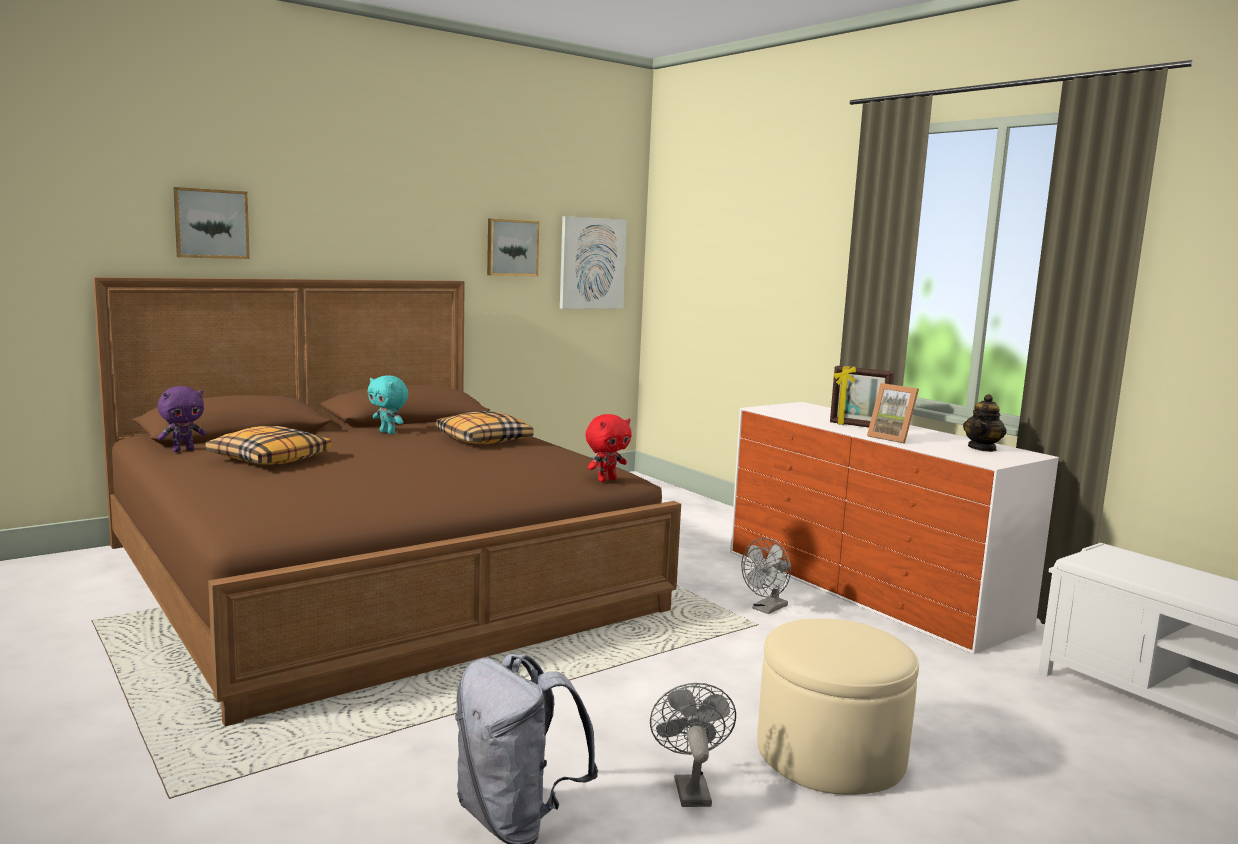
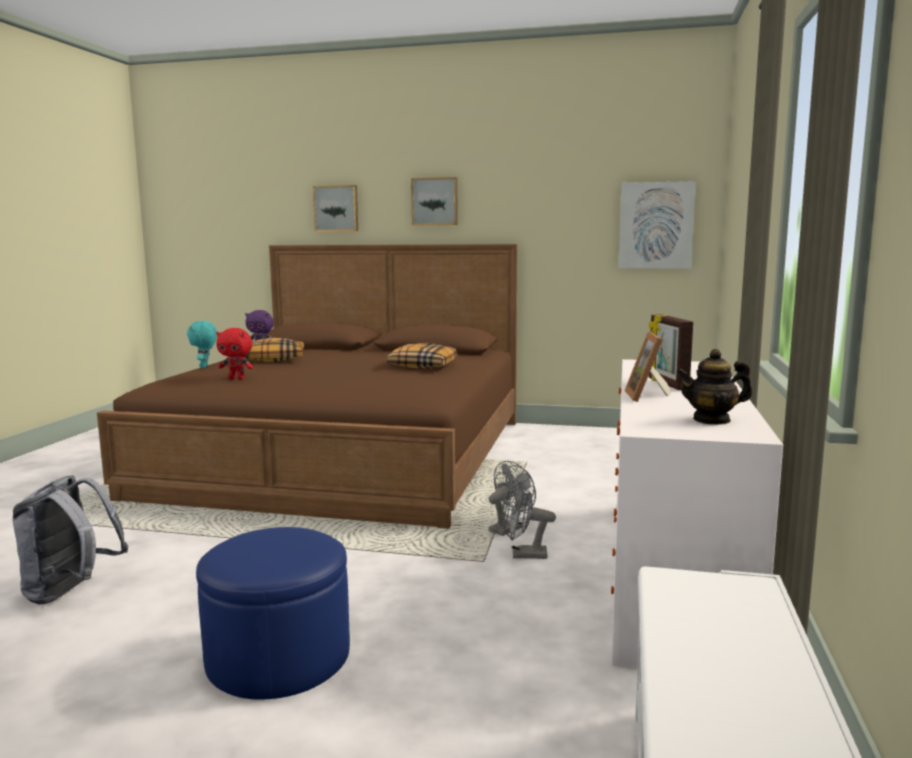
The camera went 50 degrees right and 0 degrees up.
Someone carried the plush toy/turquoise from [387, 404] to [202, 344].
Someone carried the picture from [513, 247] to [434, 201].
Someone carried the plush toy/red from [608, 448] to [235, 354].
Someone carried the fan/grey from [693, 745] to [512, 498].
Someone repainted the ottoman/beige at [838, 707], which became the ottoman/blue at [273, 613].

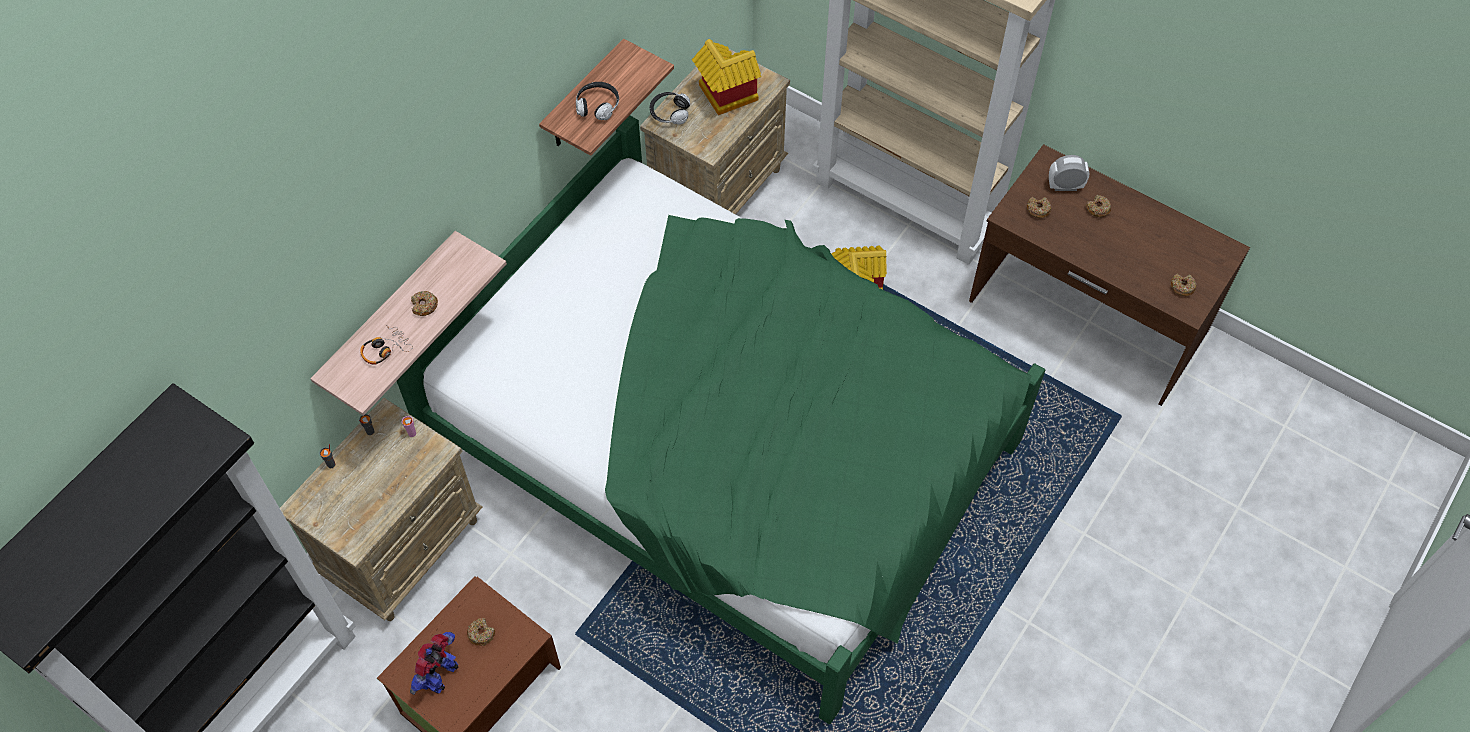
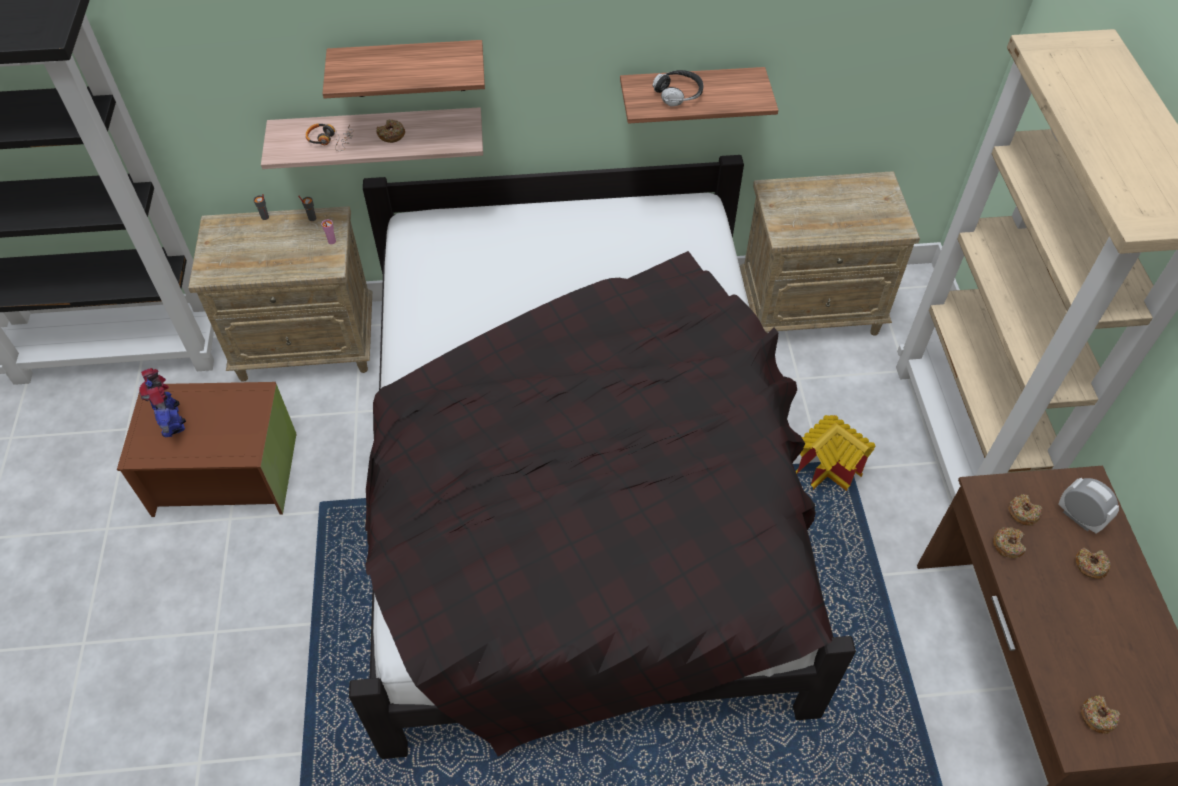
The camera went 50 degrees right and 5 degrees down.
Someone repainted the bed/green at [721, 419], which became the bed/black at [602, 457].
Someone rotated the toy robot at [434, 663] by 105 degrees counterclockwise.
Someone carried the donut from [481, 632] to [1009, 542].
Someone took away the headphones at [670, 108].
Someone took away the toy house at [726, 77].
Someone put up the shelf at [403, 69].

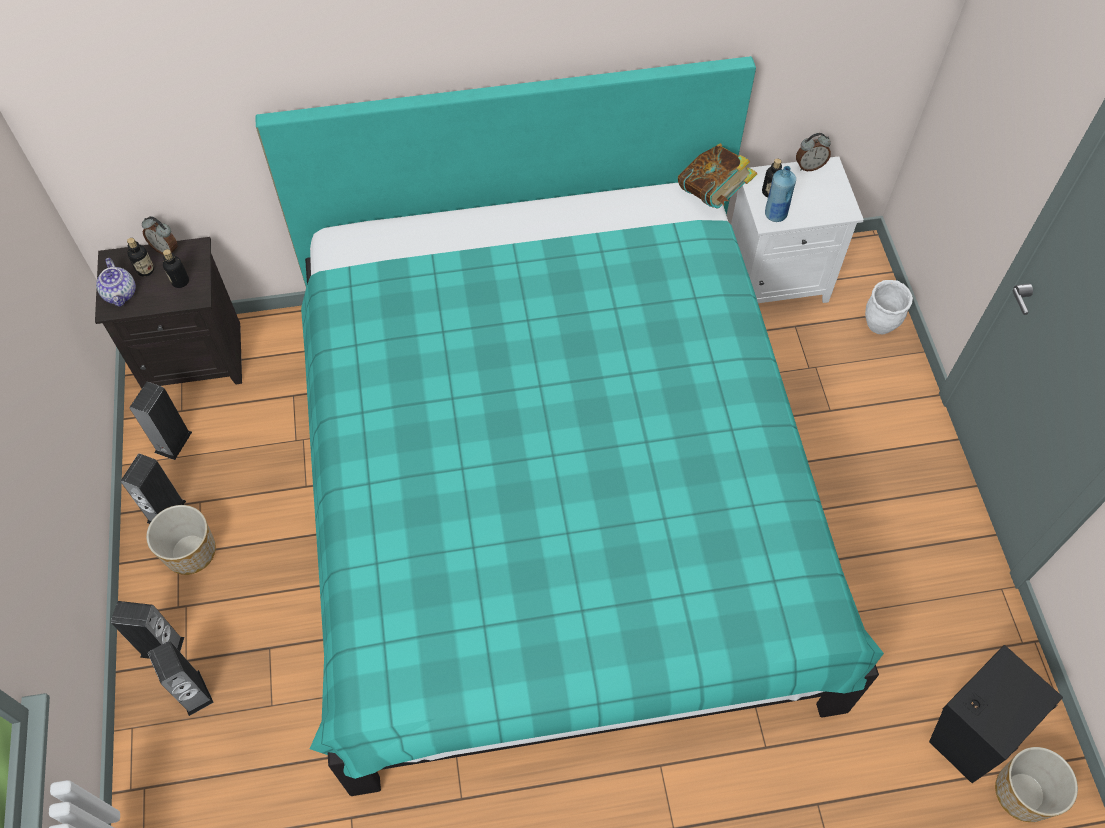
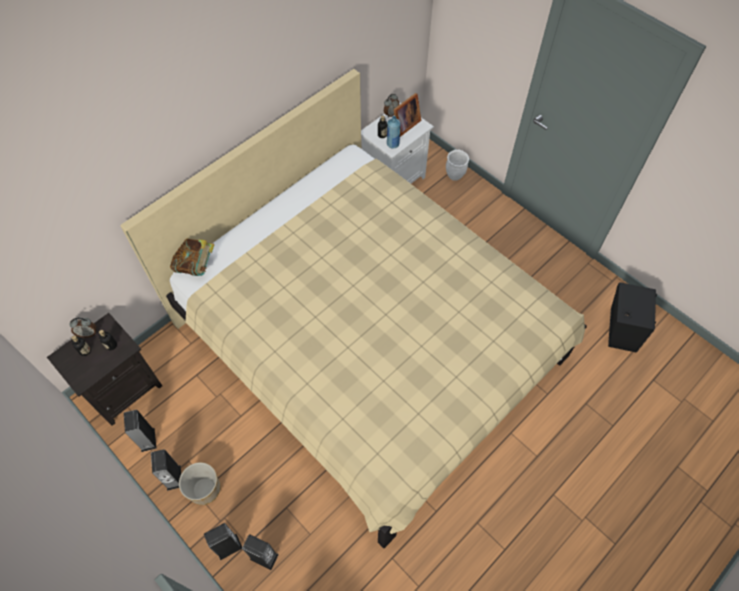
The camera went 35 degrees left and 0 degrees up.
Someone took away the teapot at [116, 282].
Someone repainted the bed/turquoise at [569, 426], which became the bed/beige at [354, 308].
Someone carried the book from [717, 176] to [192, 257].
Someone took away the planter at [1036, 784].
Someone put down the picture frame at [407, 115].

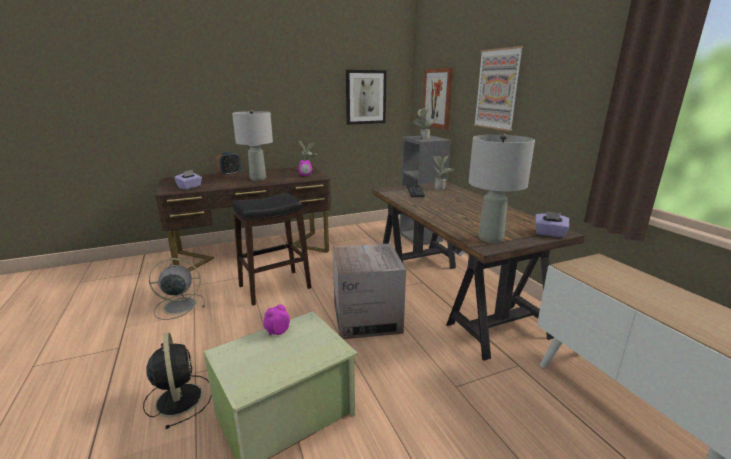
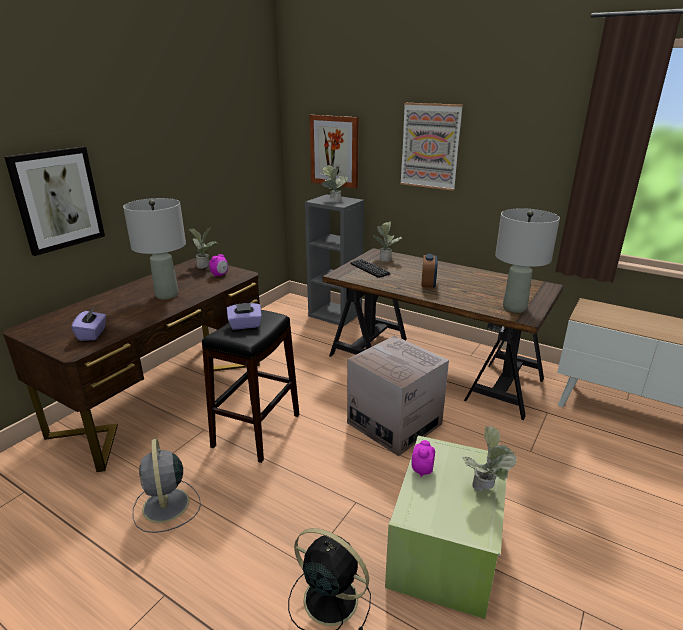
The camera went 35 degrees left and 5 degrees up.
Someone rotated the fan/grey at [177, 289] by 60 degrees counterclockwise.
Someone carried the alarm clock from [228, 164] to [429, 271].
Someone carried the picture from [366, 97] to [54, 201].
Someone carried the tissue box/purple from [552, 224] to [244, 316].
Someone put down the potted plant at [490, 459].

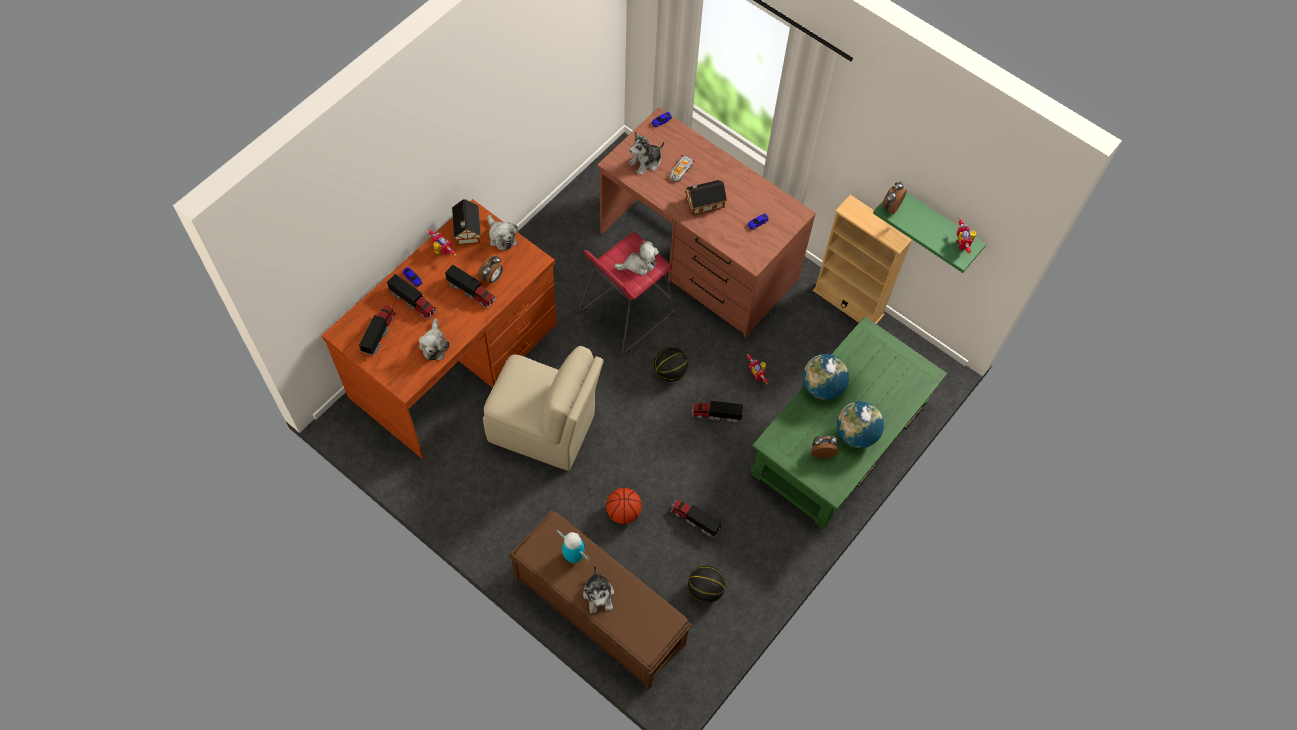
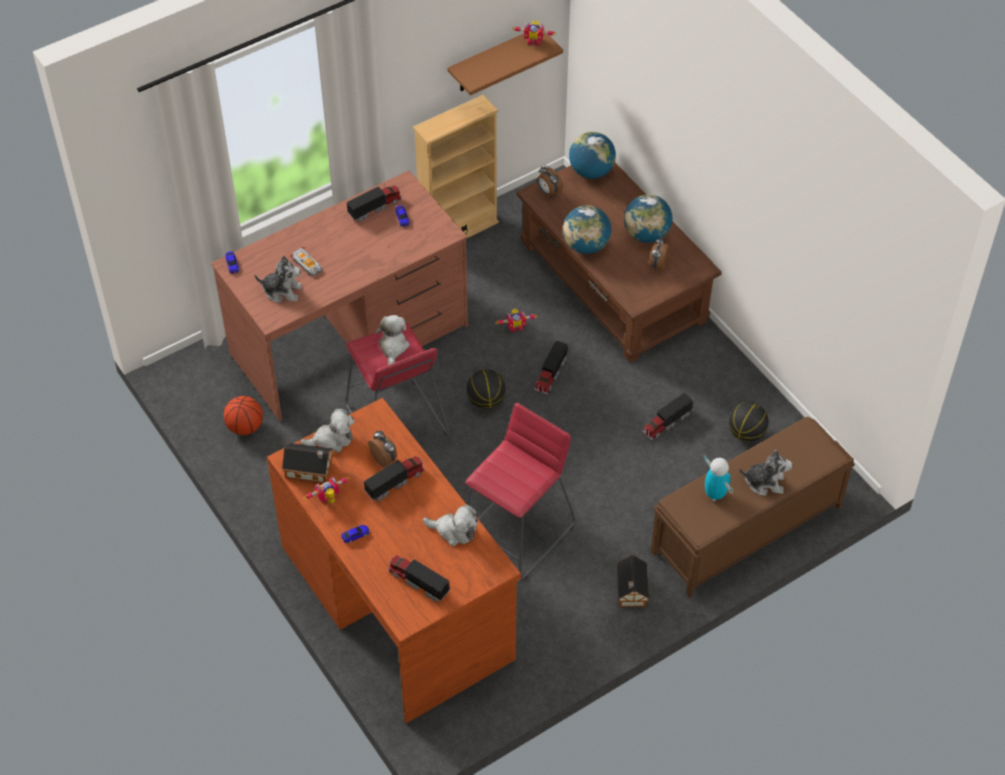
The camera went 70 degrees left and 10 degrees down.
Someone carried the toy truck from [412, 297] to [374, 203].
Someone swapped the chair/beige at [543, 408] for the stool/red at [520, 491].
Someone rotated the toy robot at [573, 546] by 90 degrees clockwise.
Someone carried the basketball from [624, 506] to [243, 415].
Someone rotated the plush toy at [647, 153] by 60 degrees counterclockwise.
Someone carried the toy house from [706, 197] to [632, 581].
Someone repainted the coffee table/green at [848, 423], which became the coffee table/brown at [619, 263].
Someone repainted the shelf/green at [929, 230], which became the shelf/brown at [505, 60].
Someone carried the alarm clock from [895, 198] to [550, 180].
Someone put down the globe at [592, 155].

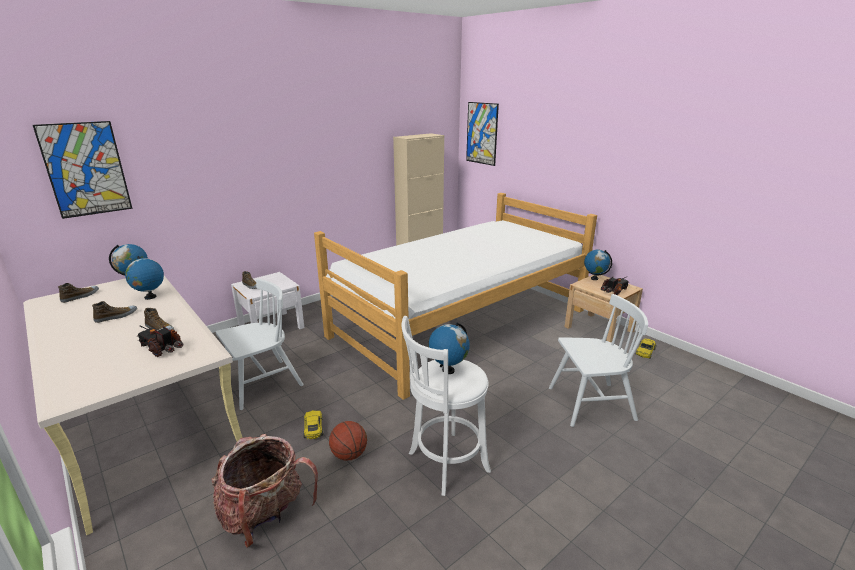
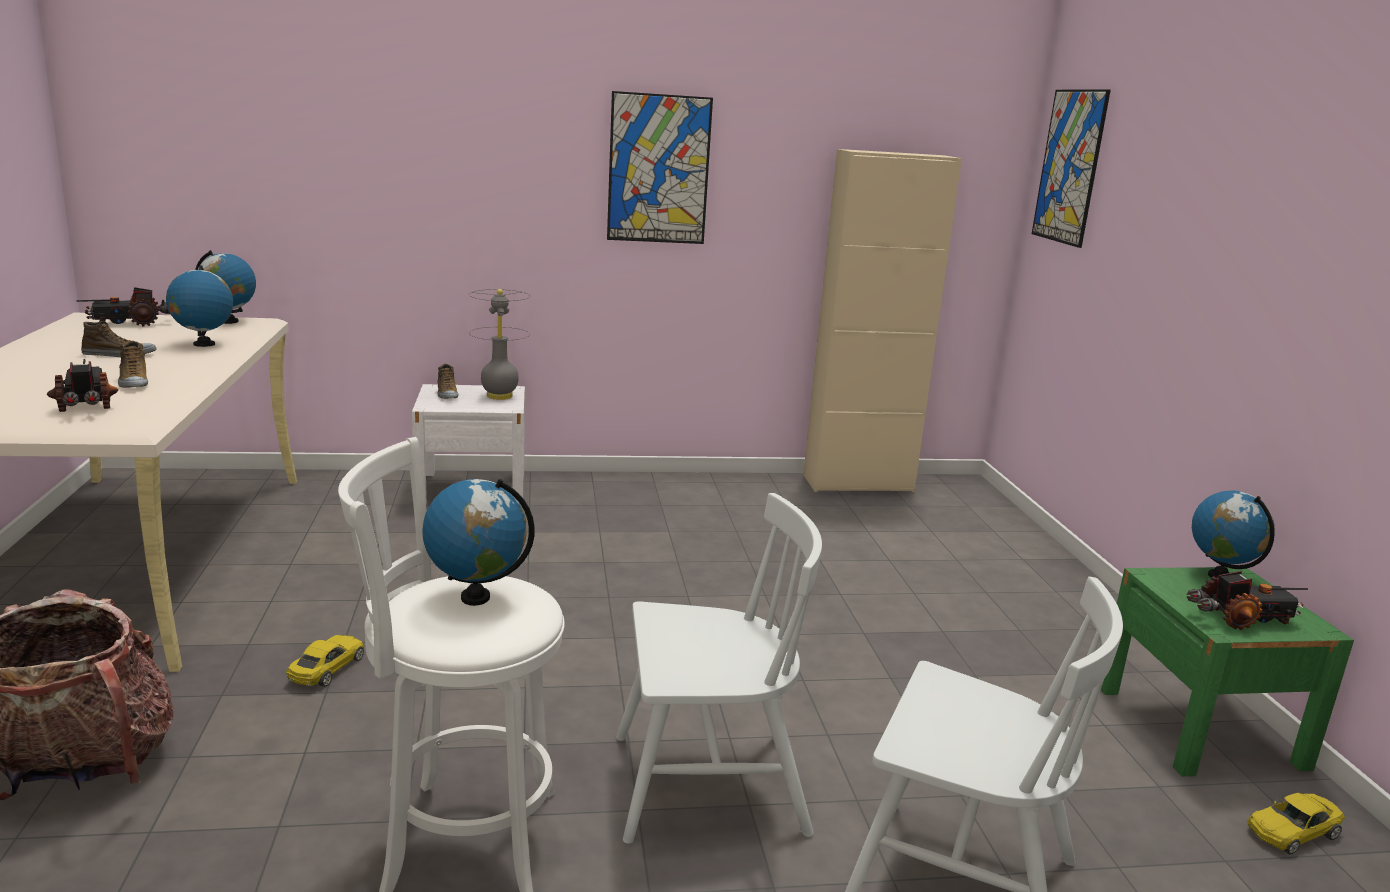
The camera went 30 degrees right and 5 degrees down.
Someone carried the picture from [83, 170] to [660, 167].
Someone swapped the shoe at [78, 293] for the toy truck at [123, 306].
Someone carried the chair/white from [260, 344] to [719, 668].
Someone took away the bed at [455, 296].
Someone took away the basketball at [348, 441].
Someone repainted the nightstand/beige at [603, 309], which became the nightstand/green at [1227, 672].
Someone put down the table lamp/grey at [499, 344].

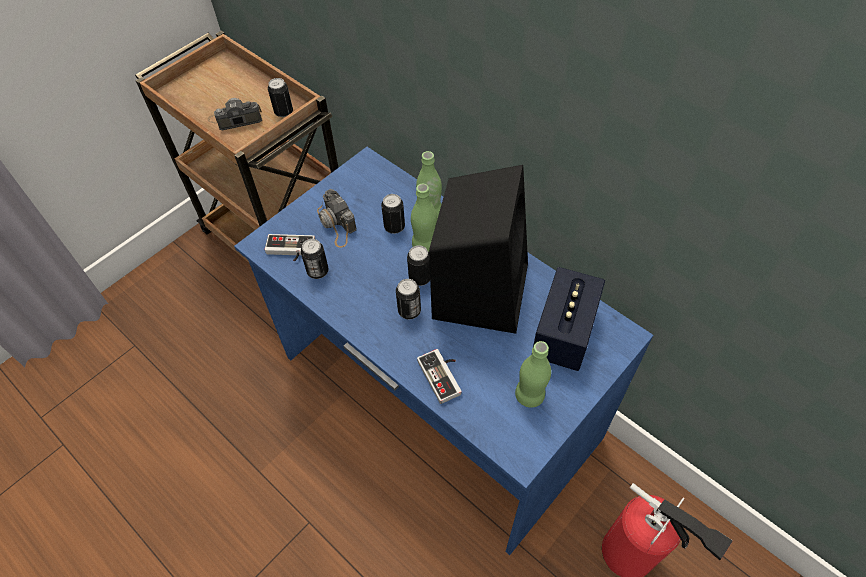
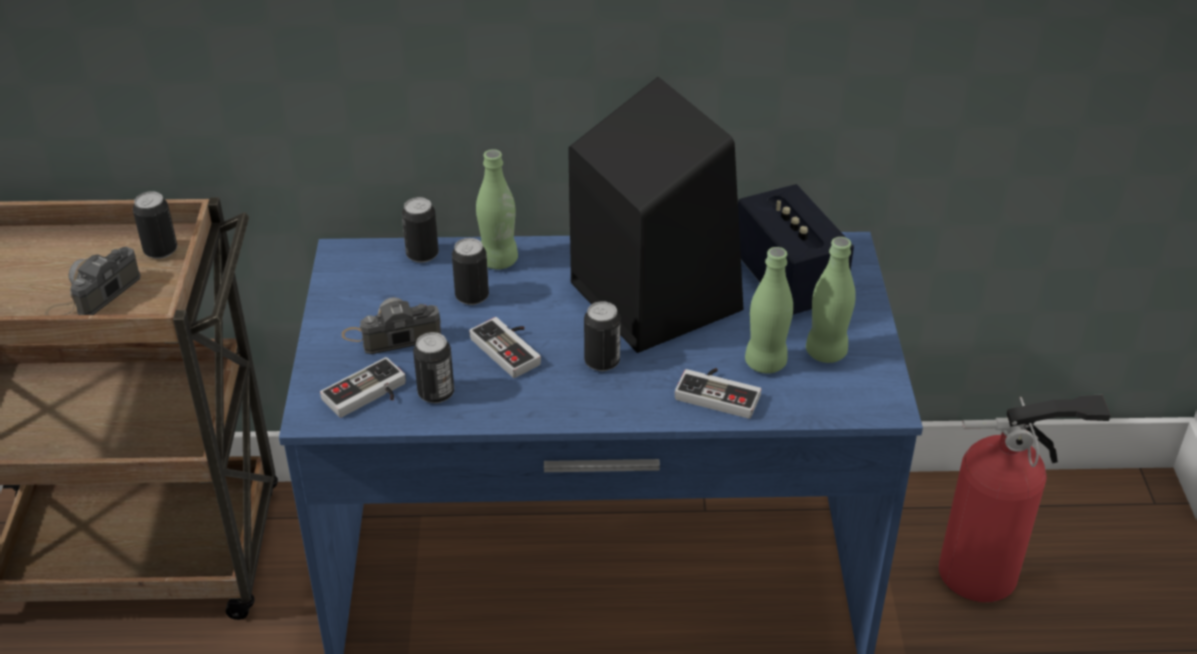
The camera went 45 degrees left and 15 degrees down.
Someone rotated the photo camera at [336, 218] by 150 degrees clockwise.
Someone carried the can from [418, 265] to [420, 230].
Someone carried the bottle/green from [424, 218] to [769, 310].
Someone put down the game controller at [505, 347].

